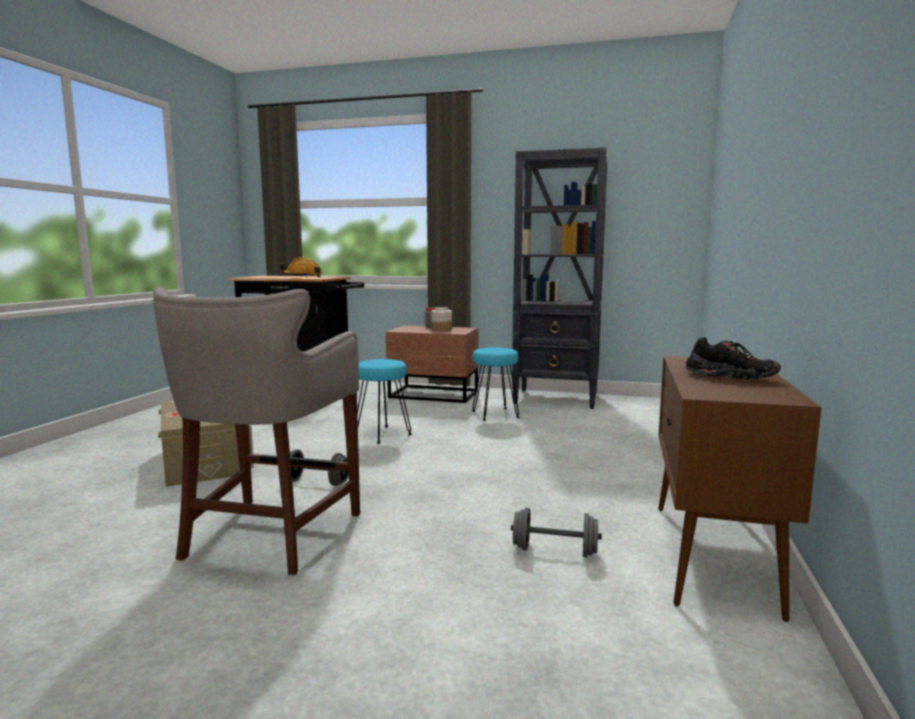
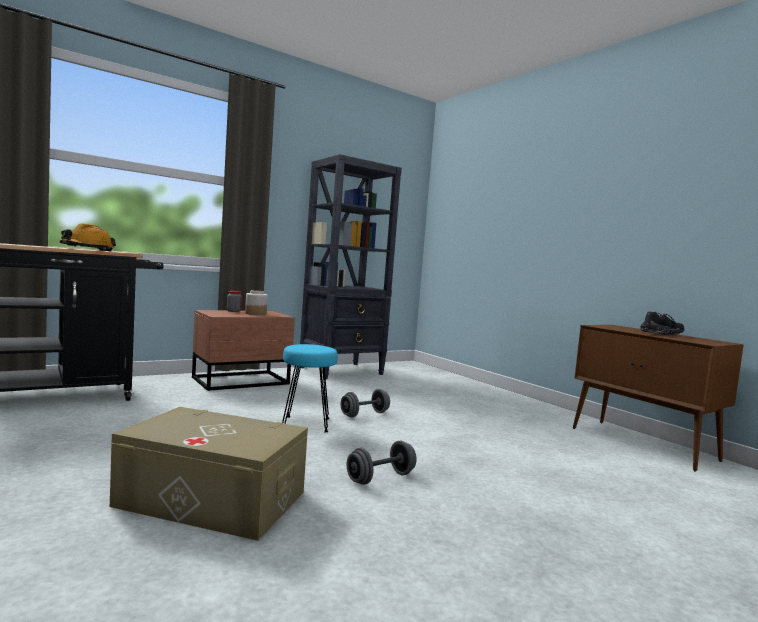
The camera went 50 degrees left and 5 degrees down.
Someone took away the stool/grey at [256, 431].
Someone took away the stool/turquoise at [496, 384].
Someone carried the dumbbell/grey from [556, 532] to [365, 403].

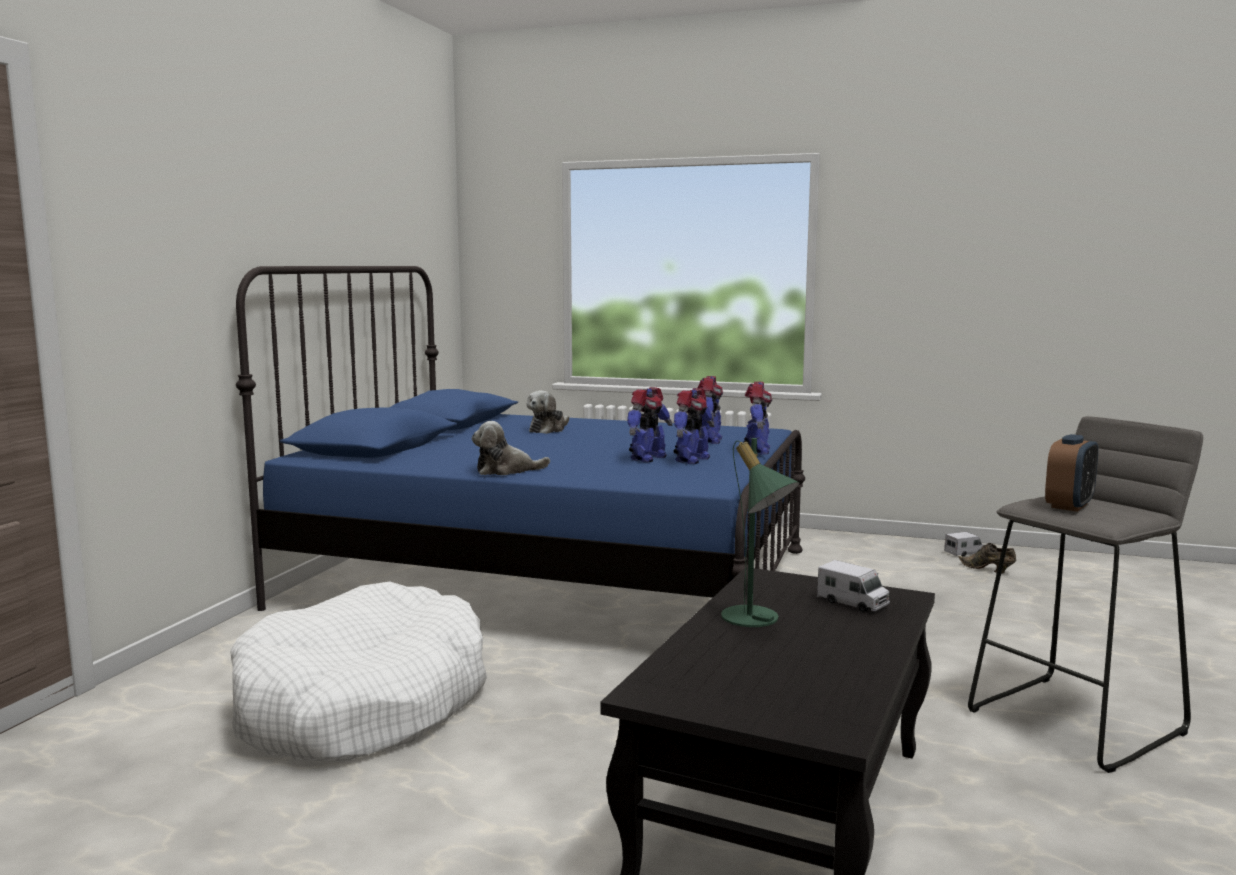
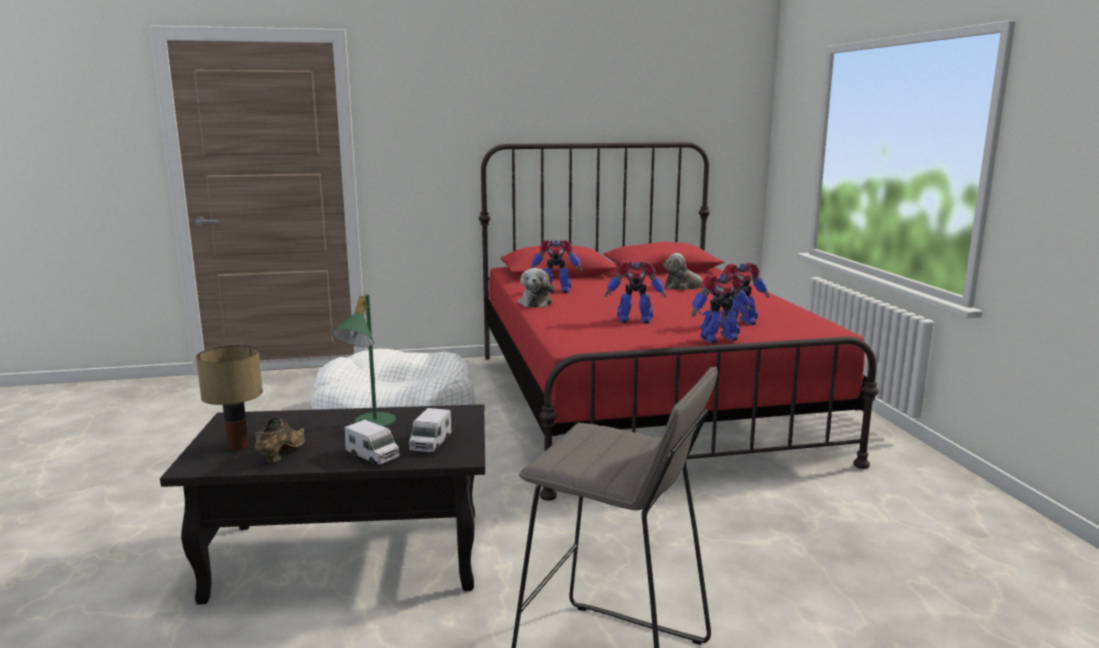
The camera went 60 degrees right and 5 degrees up.
Someone repainted the bed/blue at [520, 438], which became the bed/red at [679, 321].
Someone rotated the plush toy at [511, 448] by 135 degrees counterclockwise.
Someone carried the toy robot from [694, 426] to [556, 266].
Someone carried the toy truck from [964, 544] to [372, 442].
Someone carried the shoe/brown from [987, 558] to [280, 440].
Someone took away the alarm clock at [1071, 473].
Someone put down the table lamp at [229, 398].

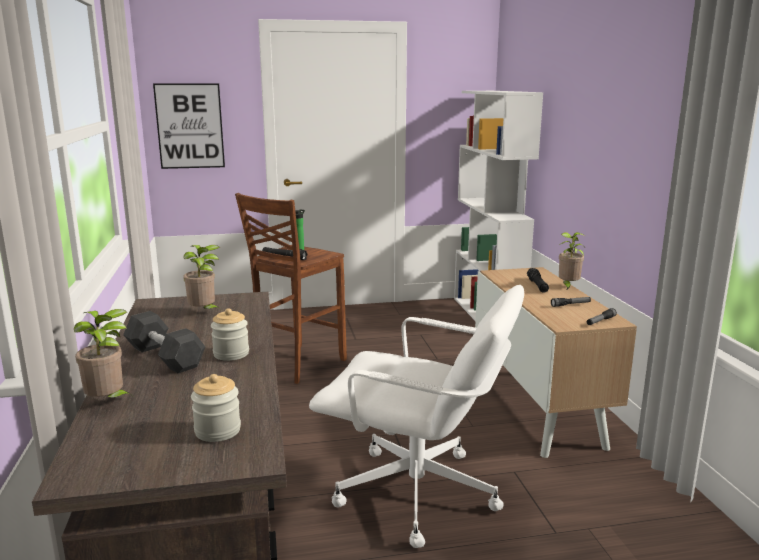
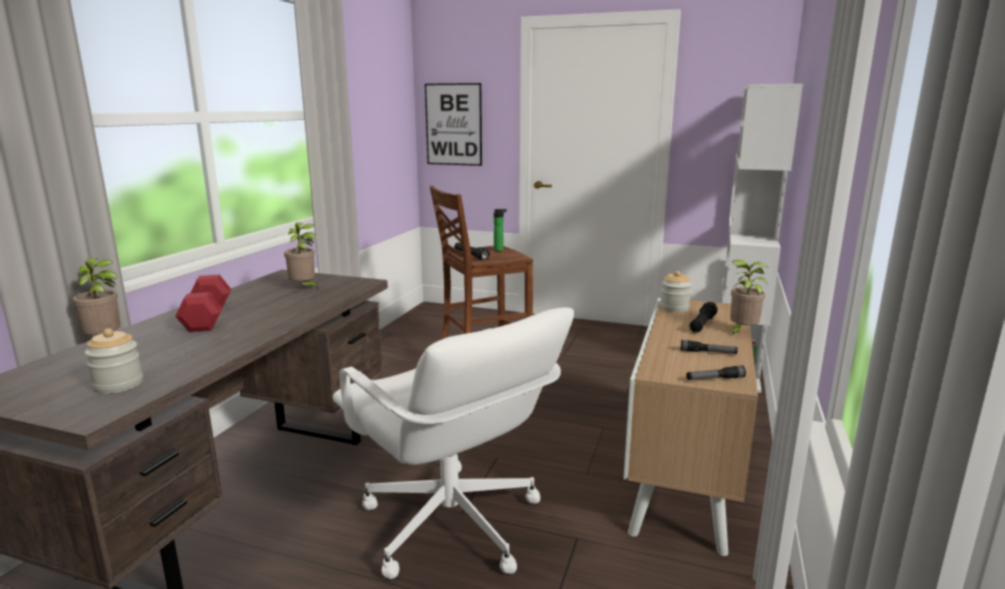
The camera went 30 degrees right and 0 degrees up.
Someone repainted the dumbbell/grey at [164, 342], which became the dumbbell/red at [203, 303].
Someone carried the jar from [230, 334] to [675, 291].

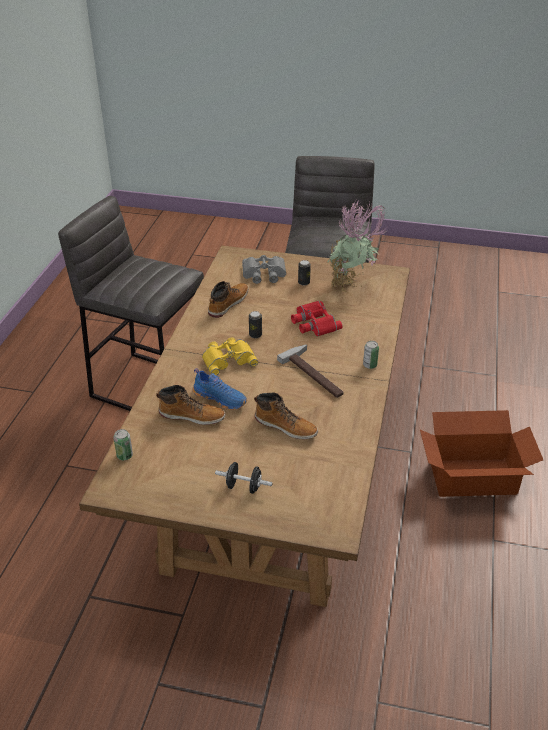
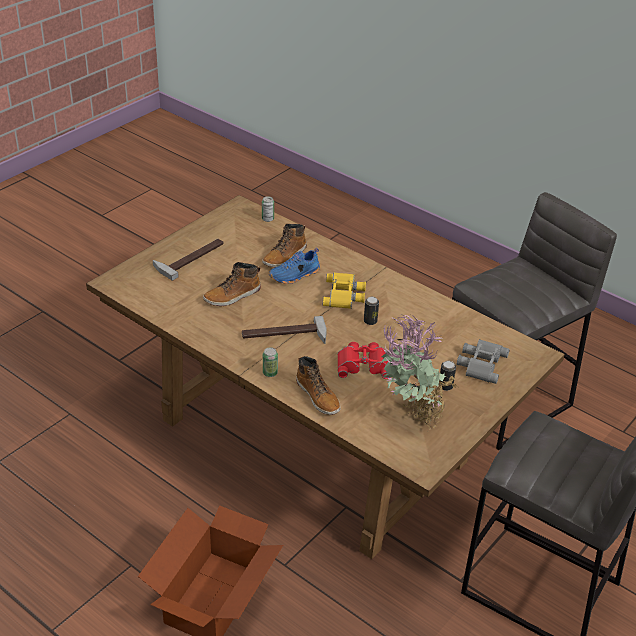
The camera went 115 degrees right and 0 degrees up.
Someone carried the boot from [228, 299] to [318, 385].
Someone swapped the dumbbell/black at [243, 478] for the hammer at [188, 260].

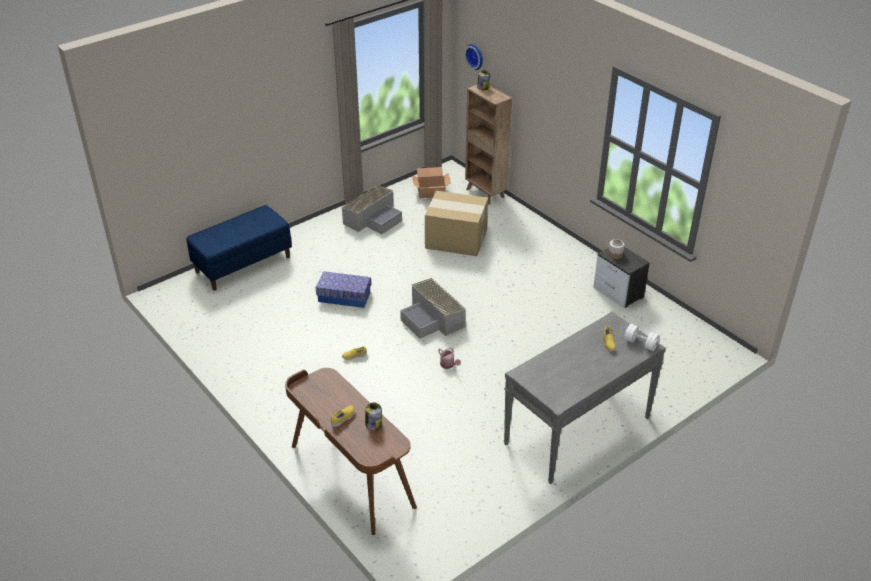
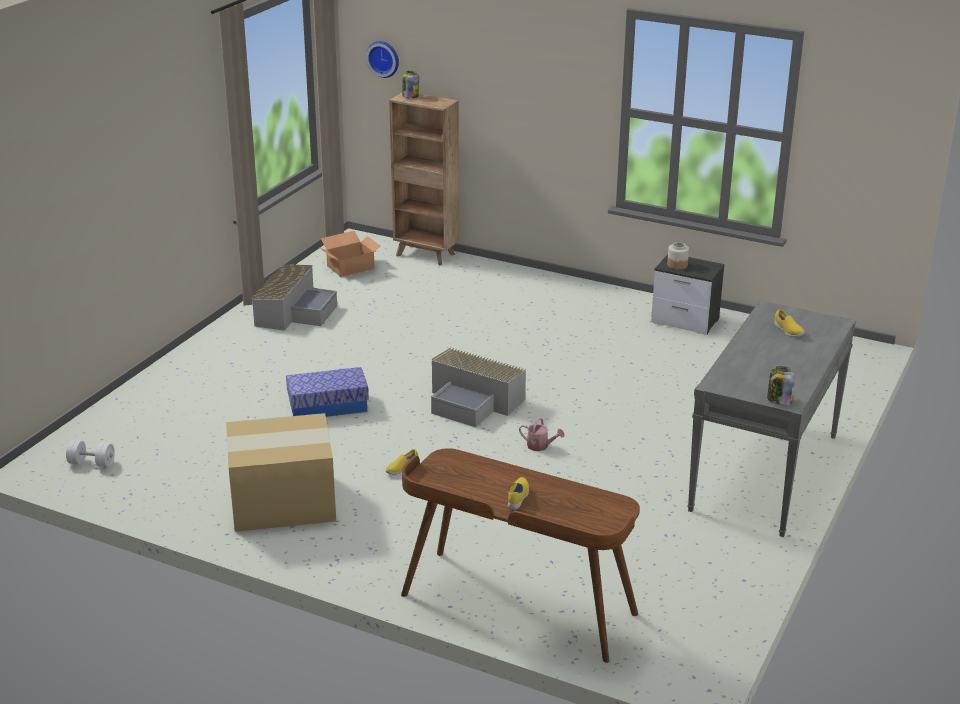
The camera went 25 degrees left and 10 degrees down.
Someone took away the bench/blue at [239, 247].
Someone carried the jar from [373, 416] to [781, 385].
Someone carried the cardboard box from [456, 223] to [281, 472].
Someone carried the dumbbell/white from [642, 337] to [90, 453].

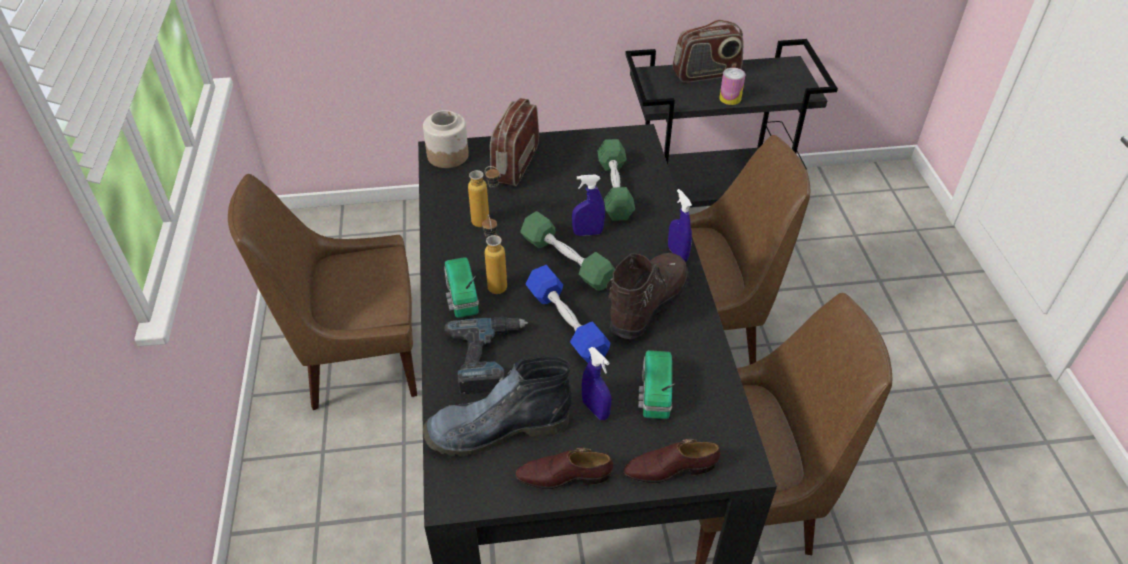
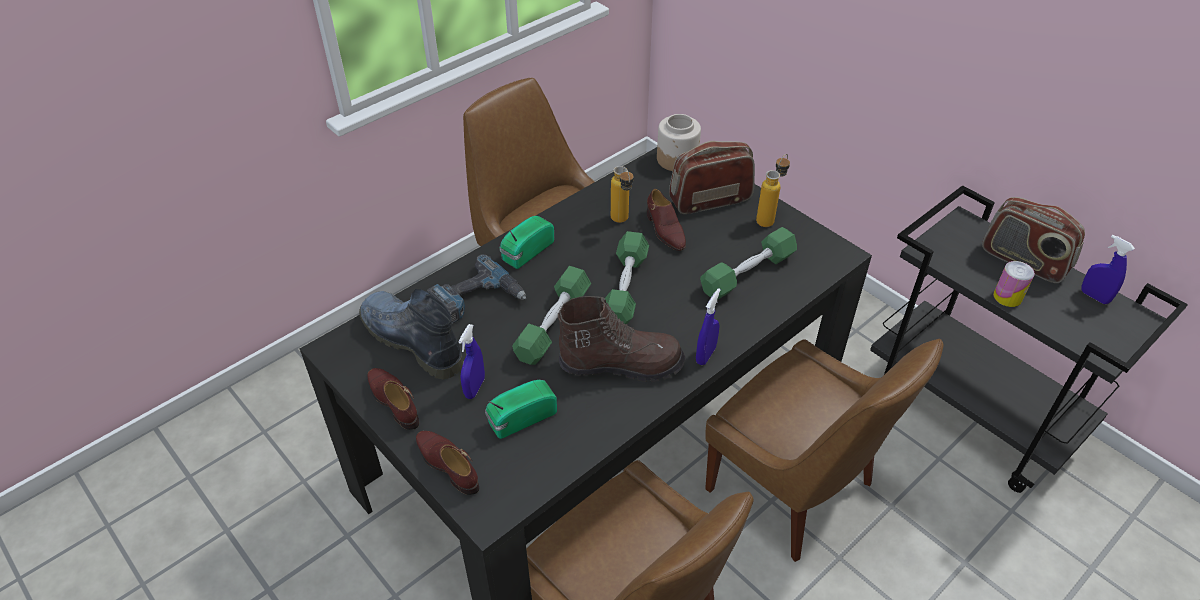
The camera went 55 degrees right and 0 degrees up.
Someone carried the bottle from [494, 254] to [773, 190].
Someone repainted the dumbbell/blue at [568, 314], which became the dumbbell/green at [551, 315].
Someone carried the spray bottle/blue from [588, 205] to [1108, 269].
Someone put down the shoe/brown at [666, 220].

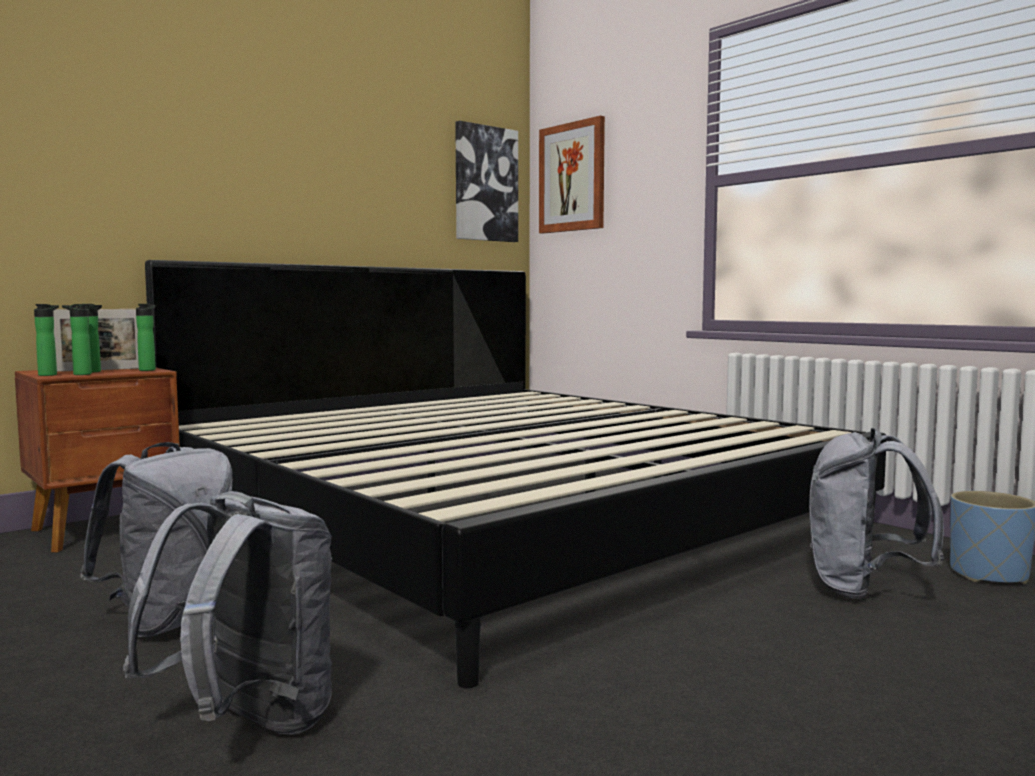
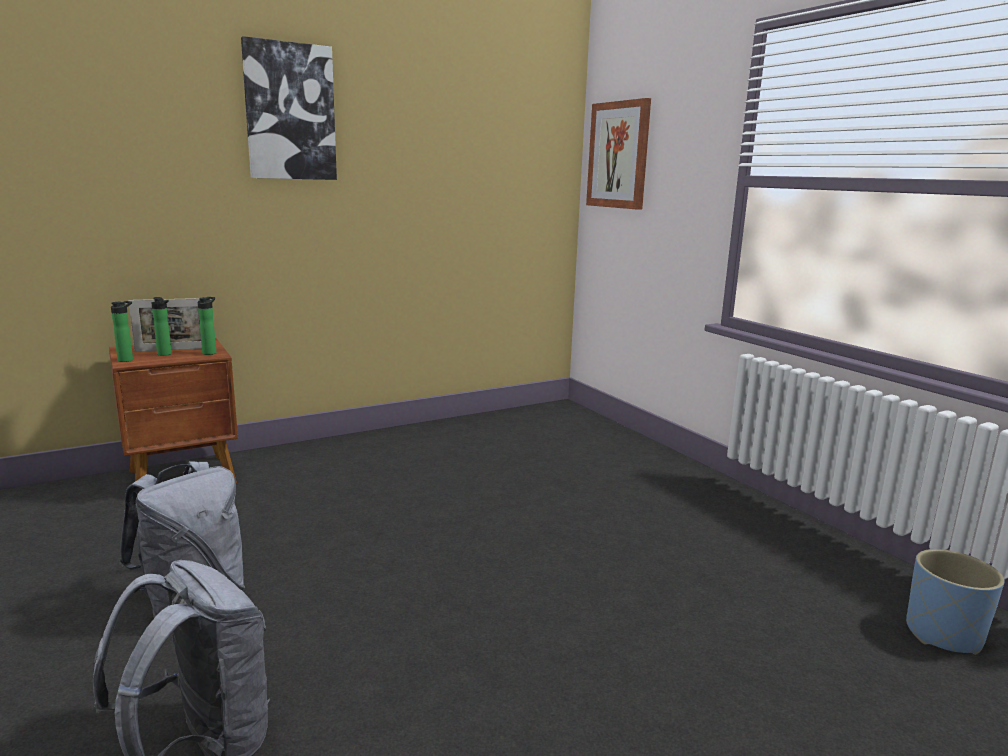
The camera went 10 degrees right and 10 degrees up.
Someone took away the bottle at [77, 339].
Someone took away the bed at [516, 474].
Someone carried the picture from [486, 181] to [289, 108].
Someone took away the backpack/grey at [876, 513].

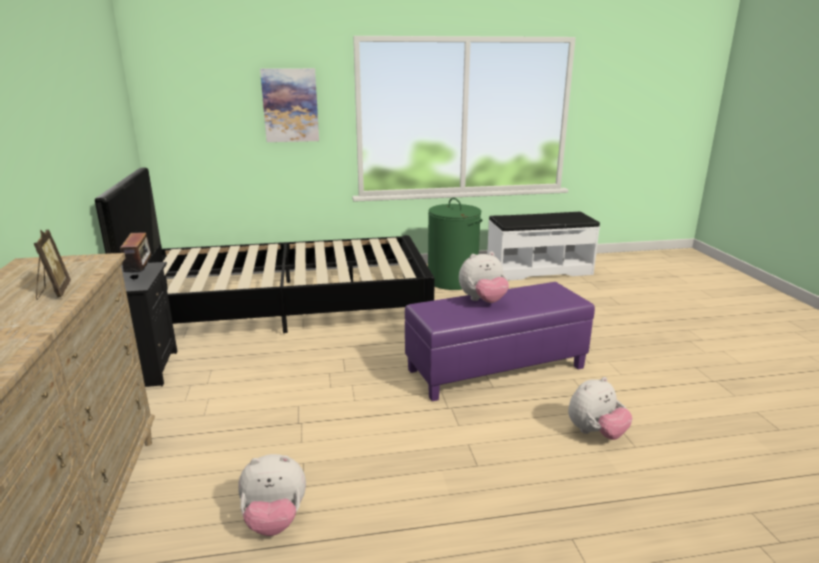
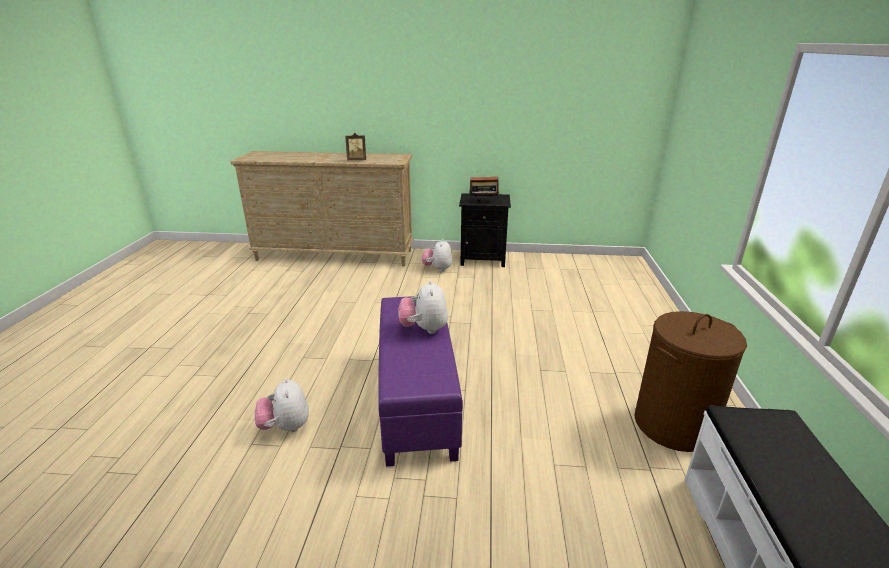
The camera went 105 degrees right and 5 degrees up.
Someone took away the bed/black at [265, 250].
Someone carried the plush toy from [272, 495] to [437, 255].
Someone took away the picture at [289, 105].
Someone repainted the laundry basket/green at [455, 244], which became the laundry basket/brown at [691, 381].

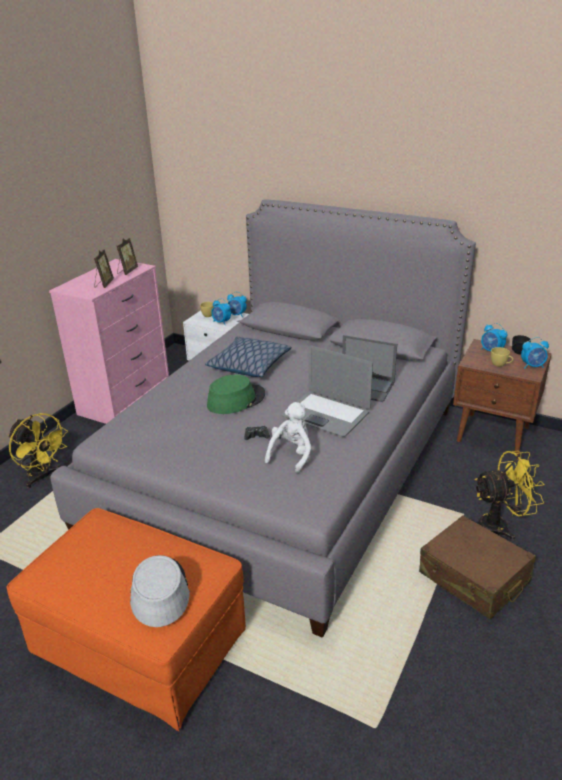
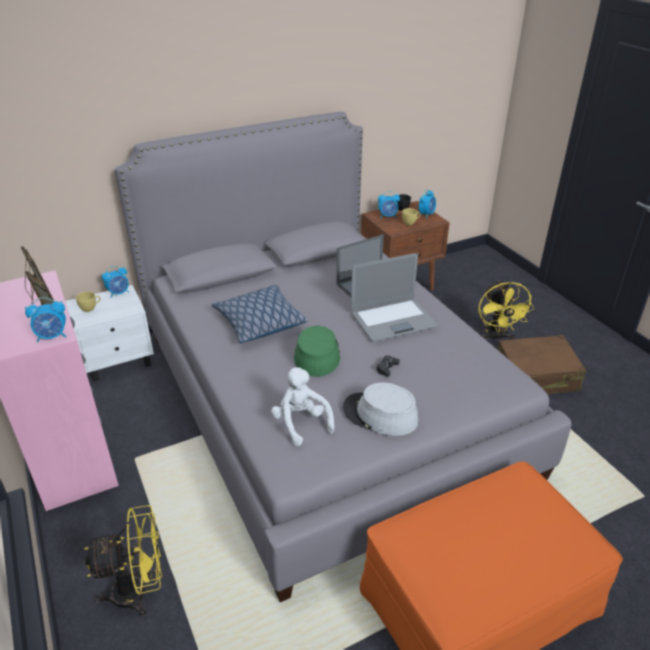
The camera went 55 degrees left and 5 degrees up.
Someone carried the hat/grey from [160, 591] to [381, 409].
Someone carried the alarm clock from [221, 311] to [45, 319].
Someone carried the plush toy/white from [288, 437] to [302, 406].
Someone rotated the fan/yellow at [509, 496] by 150 degrees clockwise.

